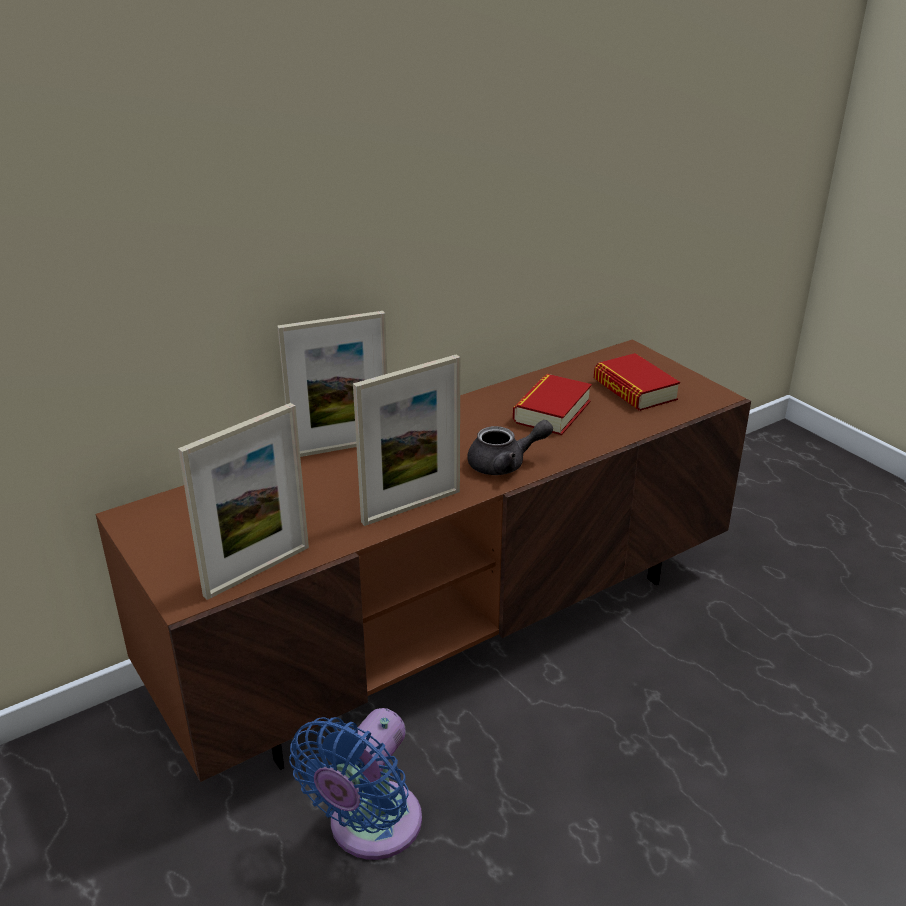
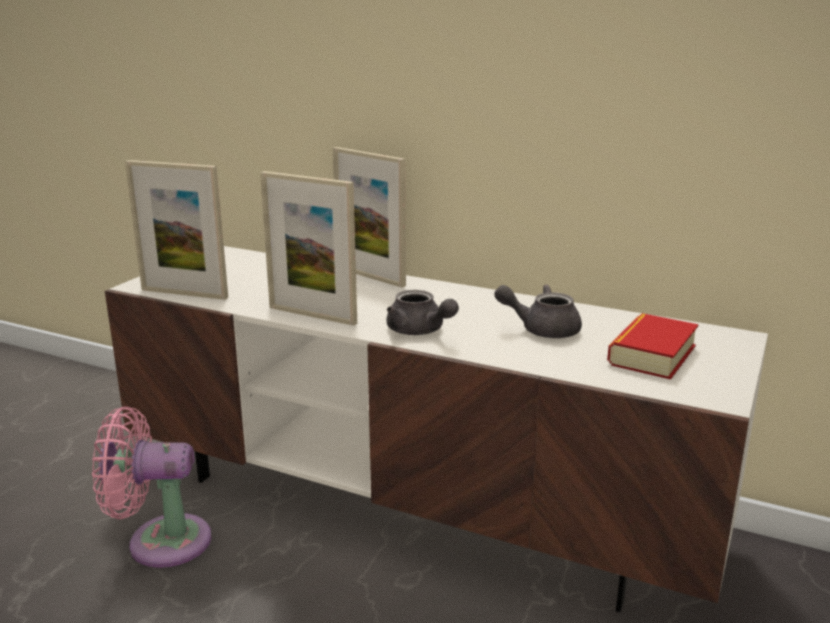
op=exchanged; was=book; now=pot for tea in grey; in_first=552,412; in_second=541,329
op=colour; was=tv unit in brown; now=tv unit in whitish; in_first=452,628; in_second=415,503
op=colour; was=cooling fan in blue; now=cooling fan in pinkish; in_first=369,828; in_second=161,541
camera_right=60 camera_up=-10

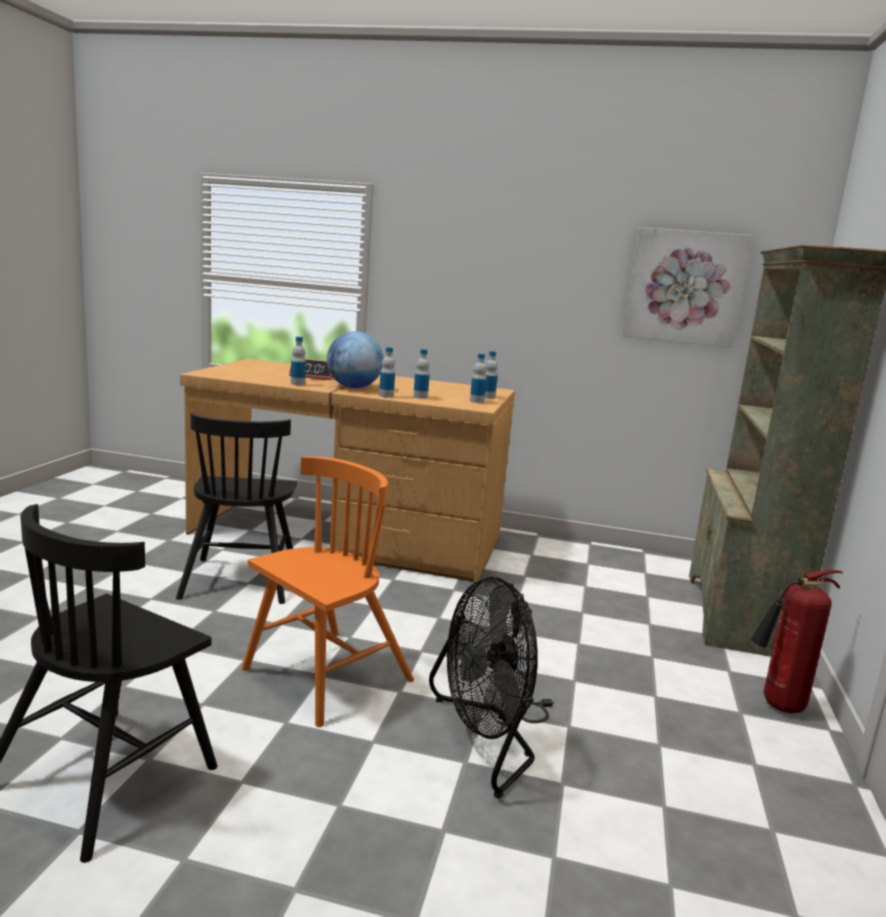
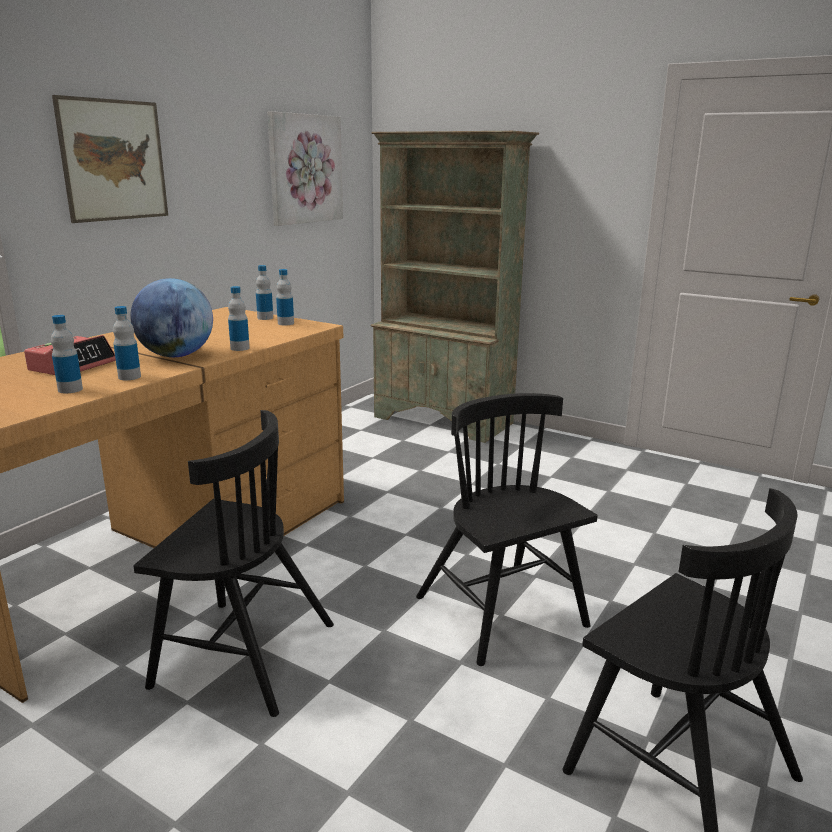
op=missing; was=cooling fan in black; in_first=492,735
op=missing; was=fire-fighting cylinder; in_first=778,707
op=appeared; now=wall art; in_second=114,160
op=relocated; was=drink bottle; in_first=420,397; in_second=70,389
op=colour; was=plain chair in orange-coloured; now=plain chair in black; in_first=320,678; in_second=506,615
camera_right=-70 camera_up=5

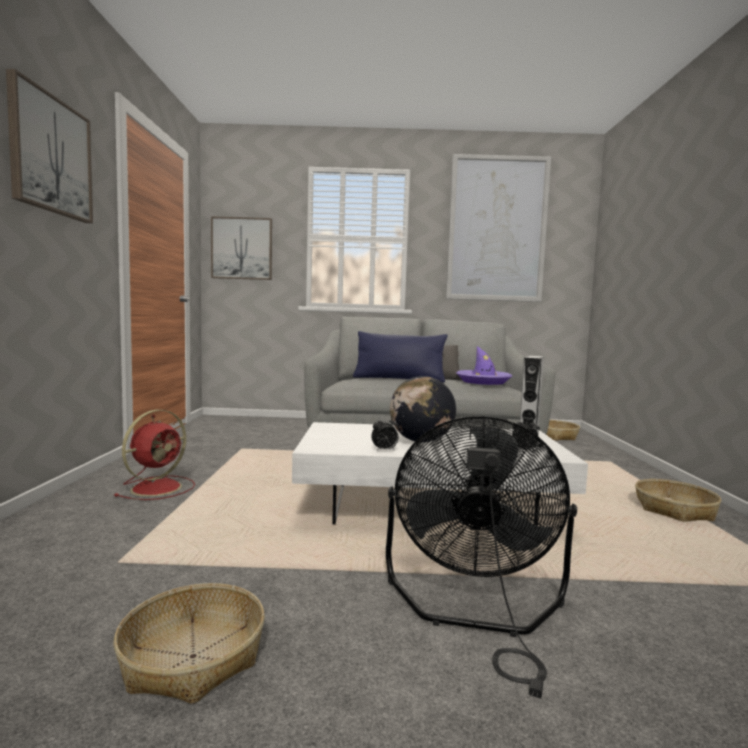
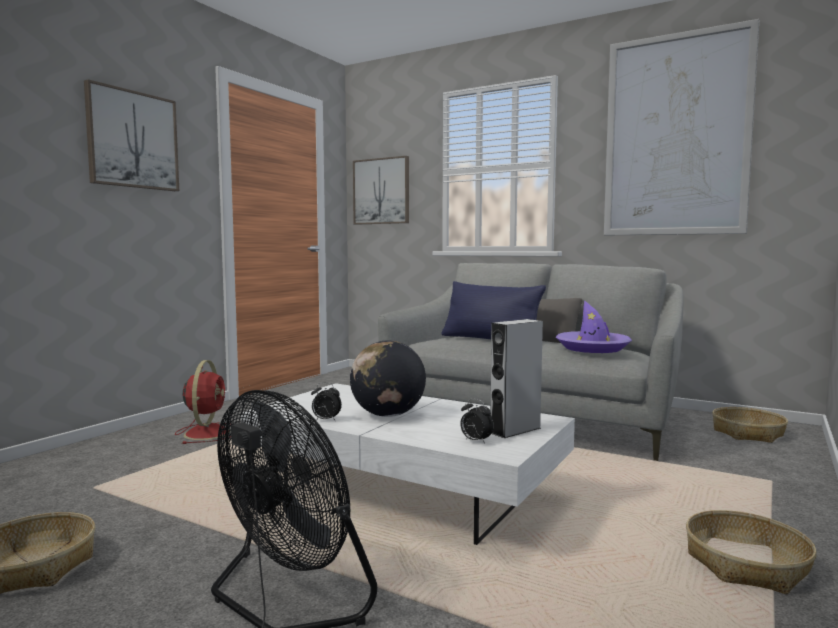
op=spun; was=cooling fan in reddish; in_first=158,487; in_second=208,432; clockwise=-60
camera_right=30 camera_up=0

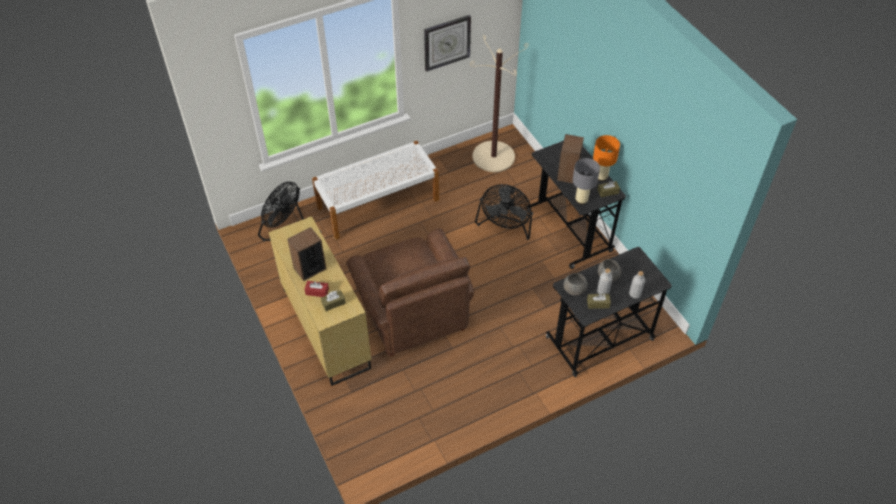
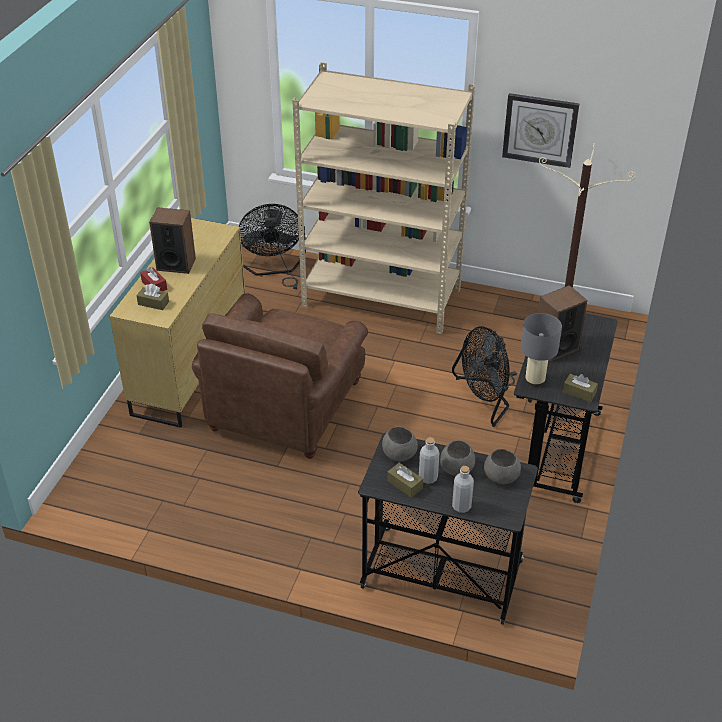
op=missing; was=table lamp in orange-coloured; in_first=601,177
op=appeared; now=bowl in grey; in_second=502,476
op=exchanged; was=bench in whitish; now=shelving unit in beige; in_first=378,203; in_second=381,297
camera_right=45 camera_up=-10

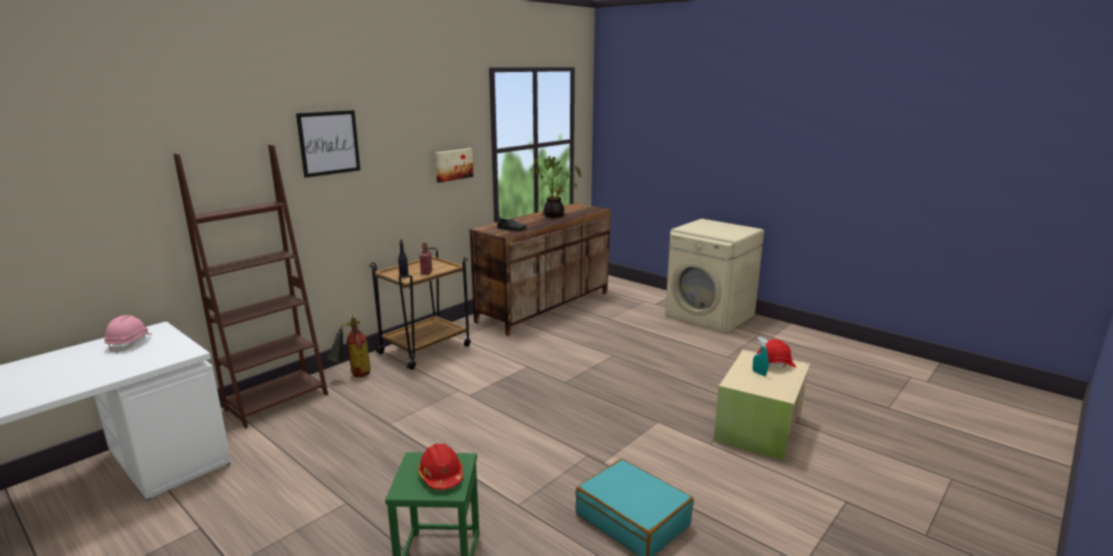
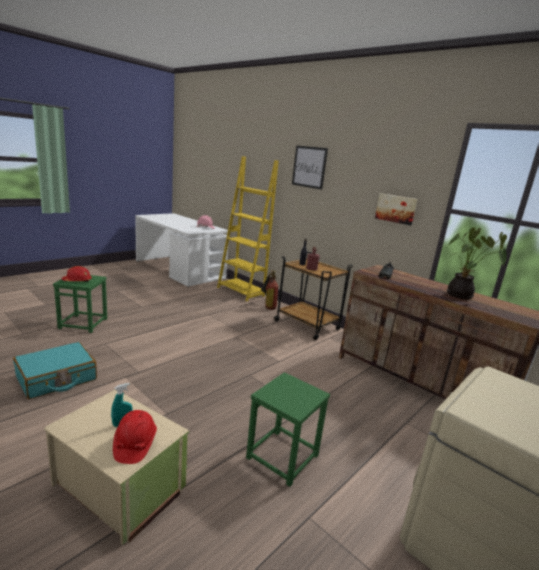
op=appeared; now=stool in greenish; in_second=283,457
op=colour; was=shelving unit in brown; now=shelving unit in yellow-coloured; in_first=277,402; in_second=240,292
camera_right=90 camera_up=0

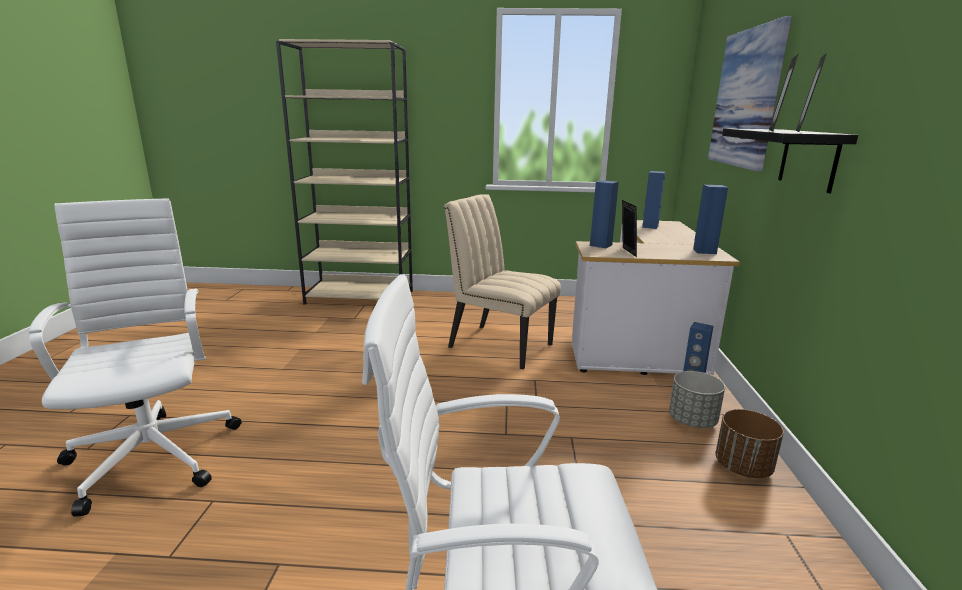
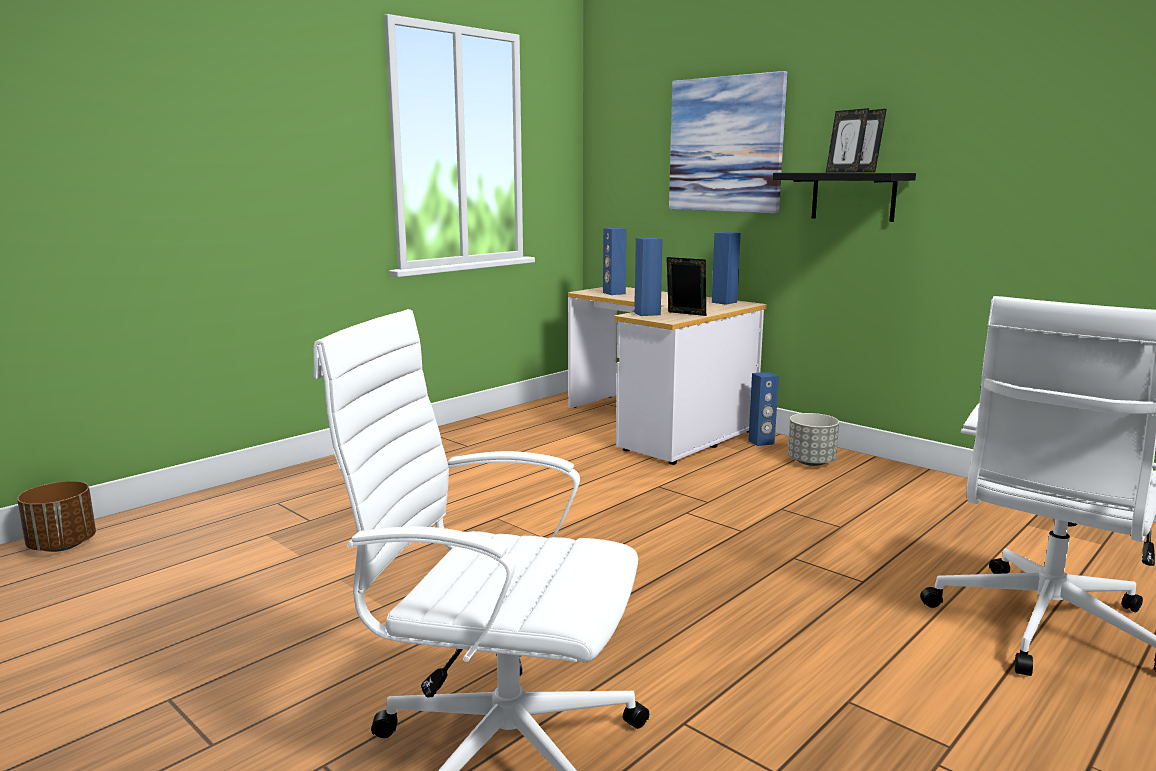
op=missing; was=shelving unit in beige; in_first=361,297
op=missing; was=plain chair in beige; in_first=501,346
op=relocated; was=flower pot in brown; in_first=743,467; in_second=63,546
camera_right=-50 camera_up=-5

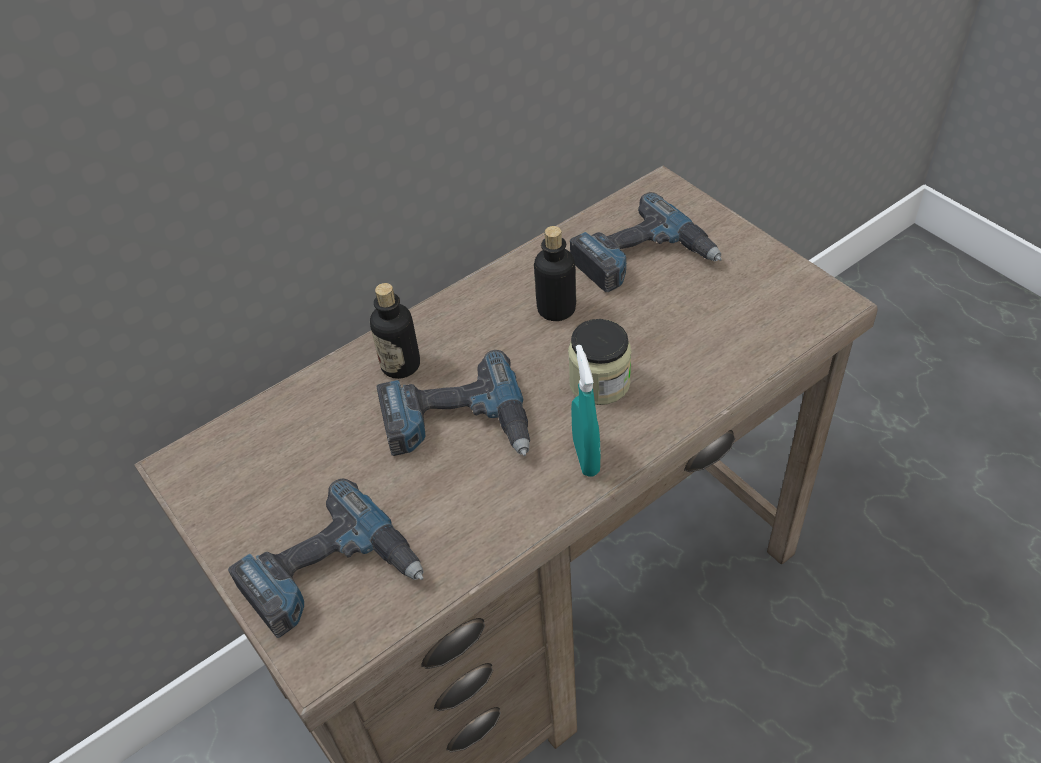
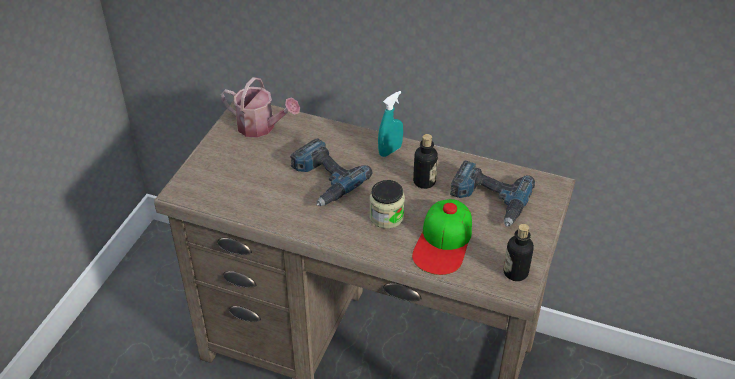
op=missing; was=power drill; in_first=331,575
op=appeared; now=watering can; in_second=261,127
op=appeared; now=peaked cap; in_second=443,242
op=relocated; was=drink bottle; in_first=400,365; in_second=515,272
op=relocated; was=hand sprayer in blue-green; in_first=586,457; in_second=390,151
camera_right=55 camera_up=-5

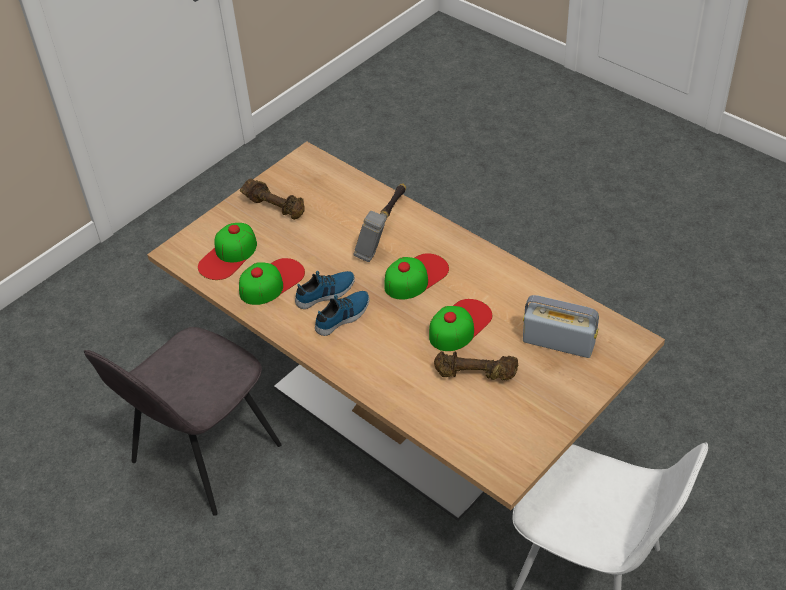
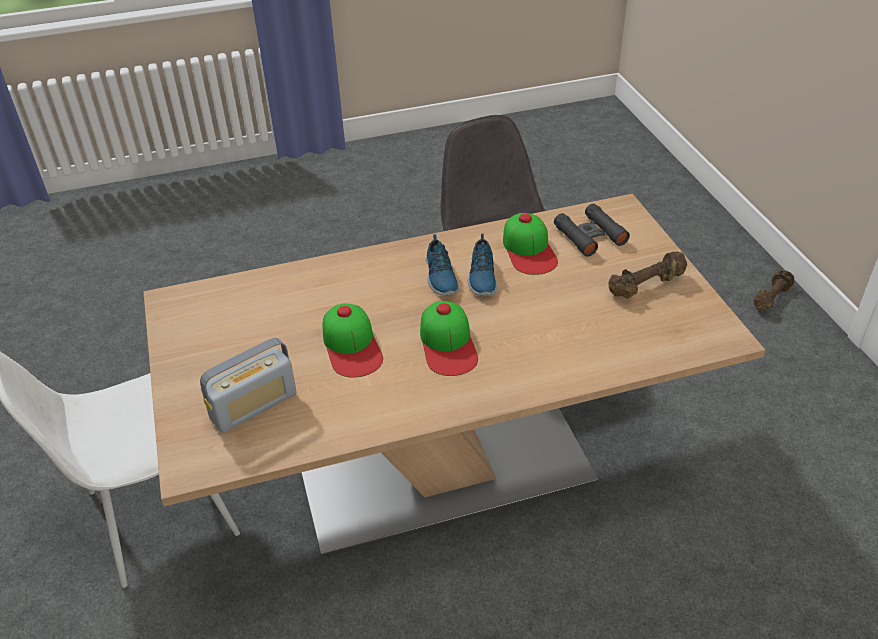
op=missing; was=hammer; in_first=384,231
op=relocated; was=dumbbell in brown; in_first=475,375; in_second=770,298
op=exchanged; was=peaked cap; now=binoculars in black; in_first=228,256; in_second=590,235
camera_right=120 camera_up=-5

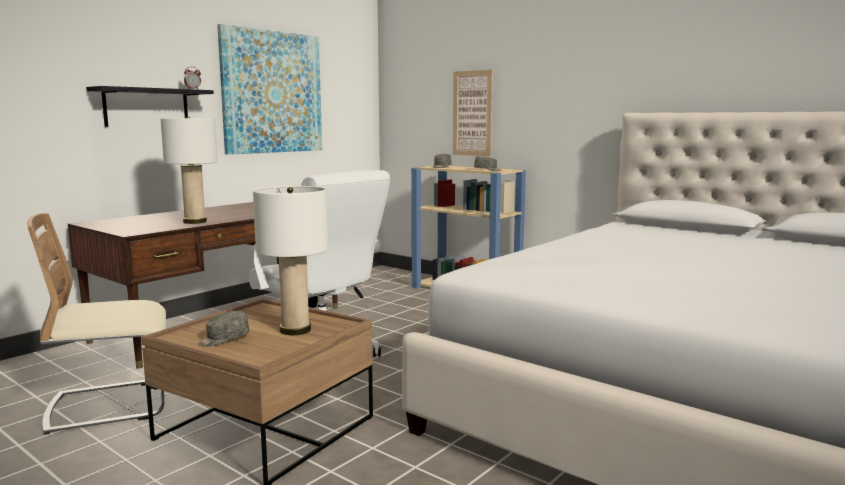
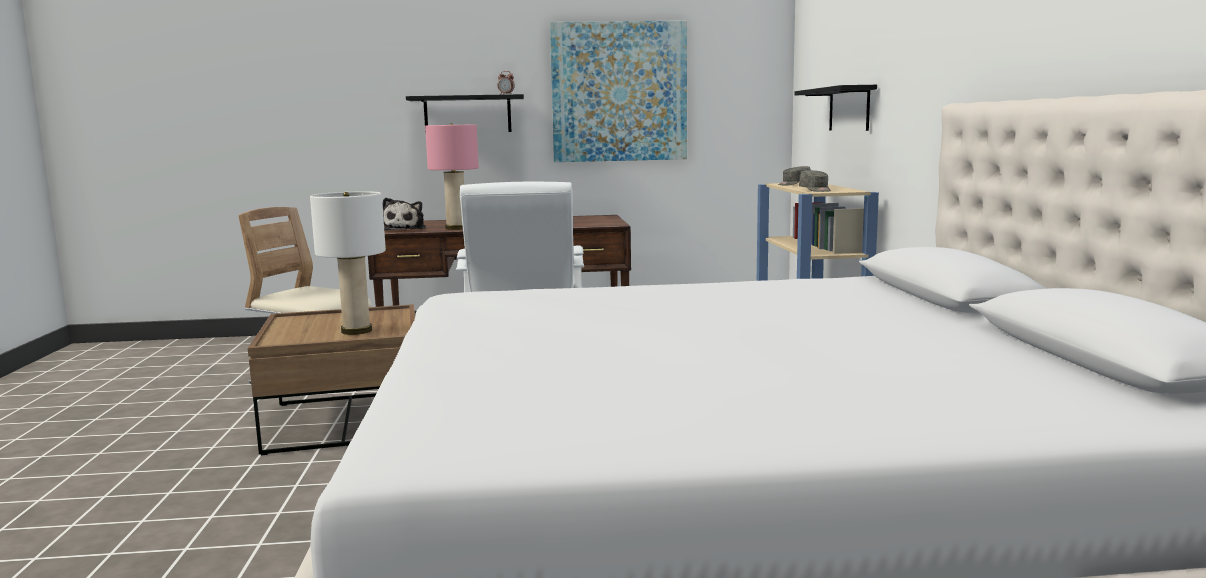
op=missing; was=peaked cap in grey; in_first=224,339
op=appeared; now=cuddly toy; in_second=406,229
op=exchanged; was=wall art; now=shelf in black; in_first=472,113; in_second=849,109
op=colour; was=table lamp in whitish; now=table lamp in pinkish; in_first=195,222; in_second=456,228
camera_right=45 camera_up=0

